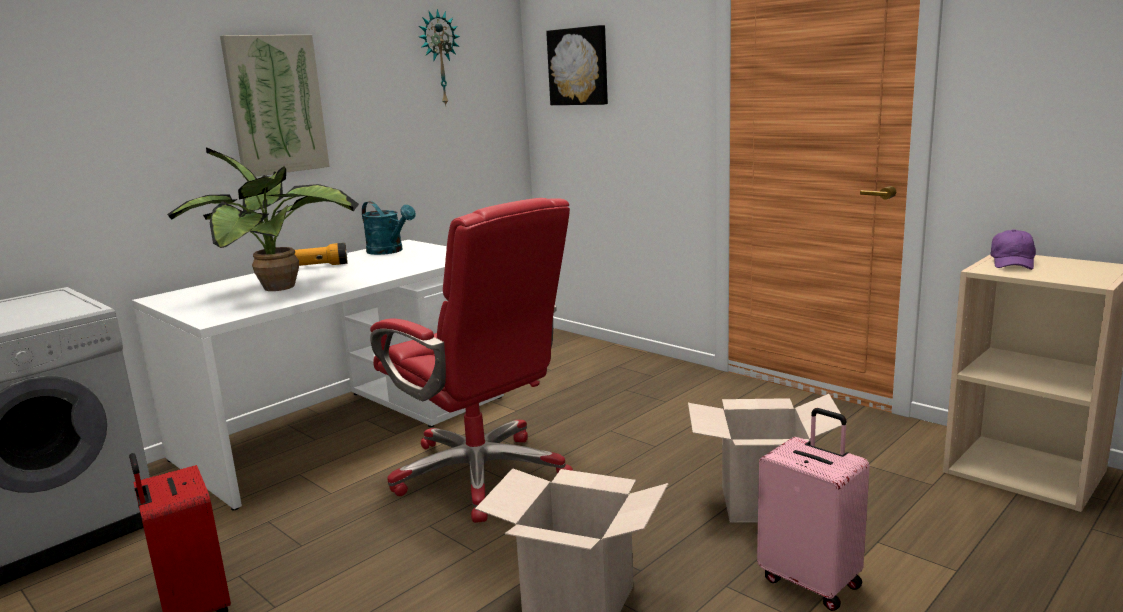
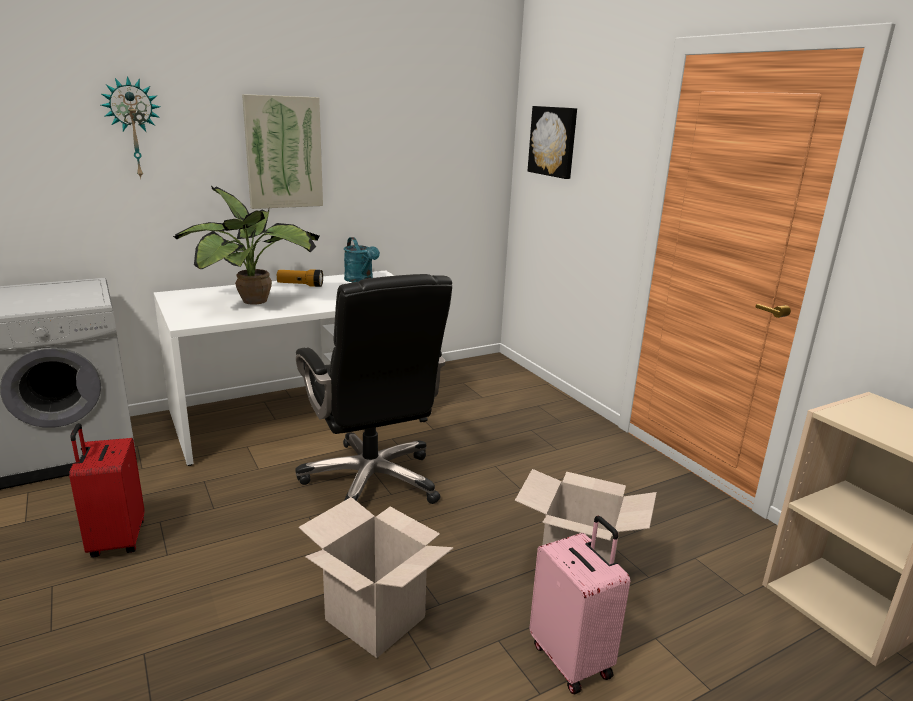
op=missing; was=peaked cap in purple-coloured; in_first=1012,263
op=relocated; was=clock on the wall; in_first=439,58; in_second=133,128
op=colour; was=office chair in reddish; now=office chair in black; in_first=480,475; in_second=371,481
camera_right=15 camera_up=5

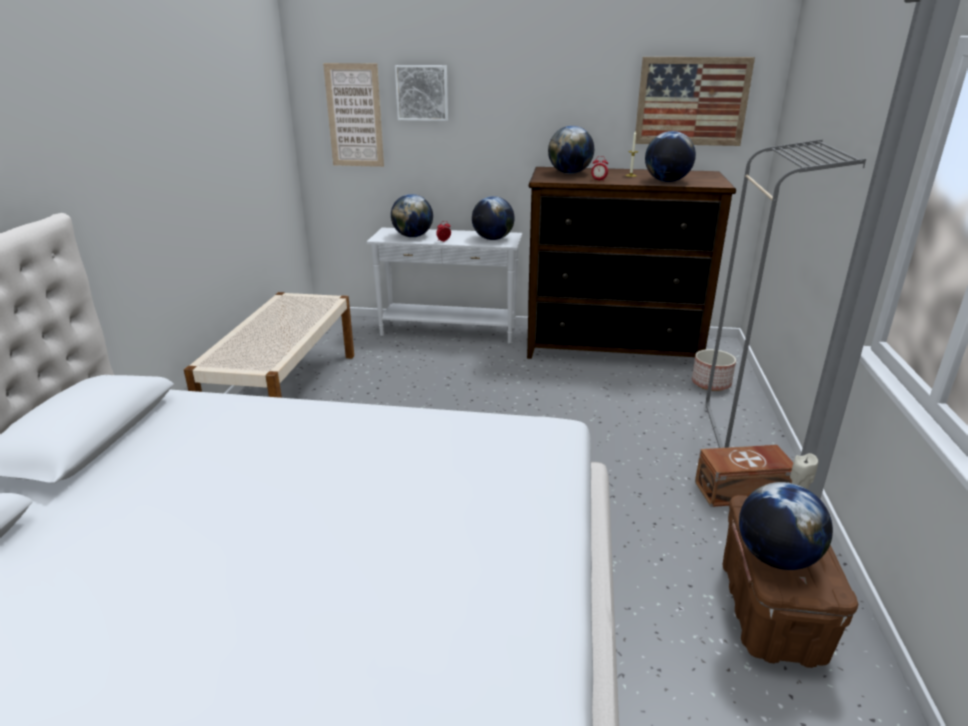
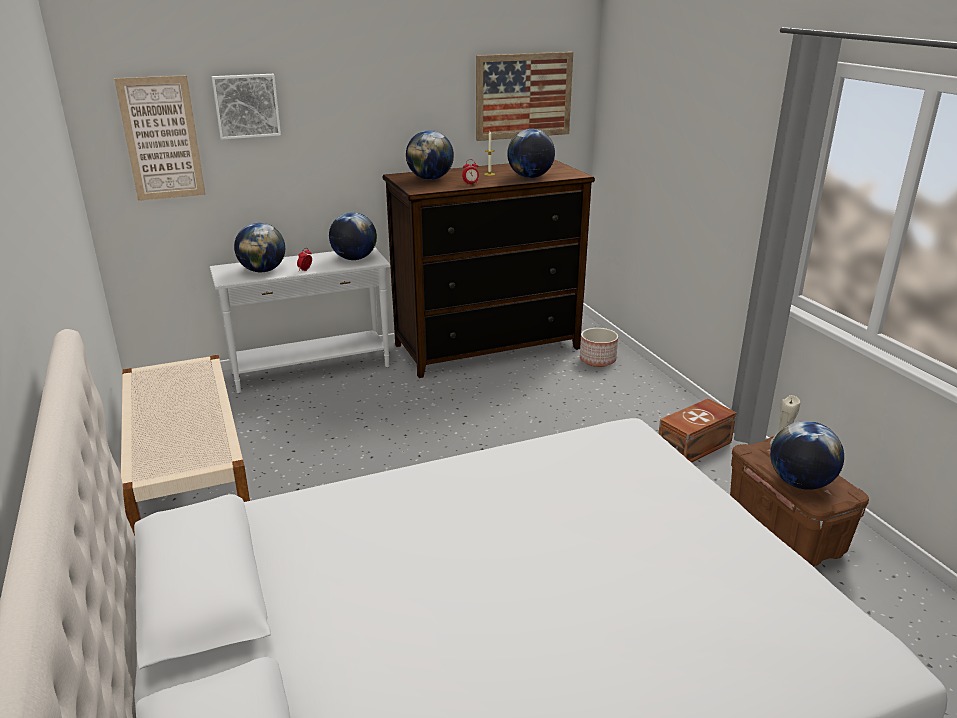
op=missing; was=garment stand in grey; in_first=744,432
camera_right=-30 camera_up=0

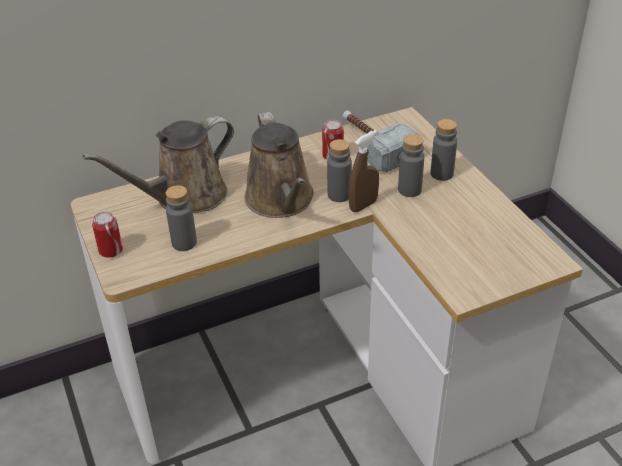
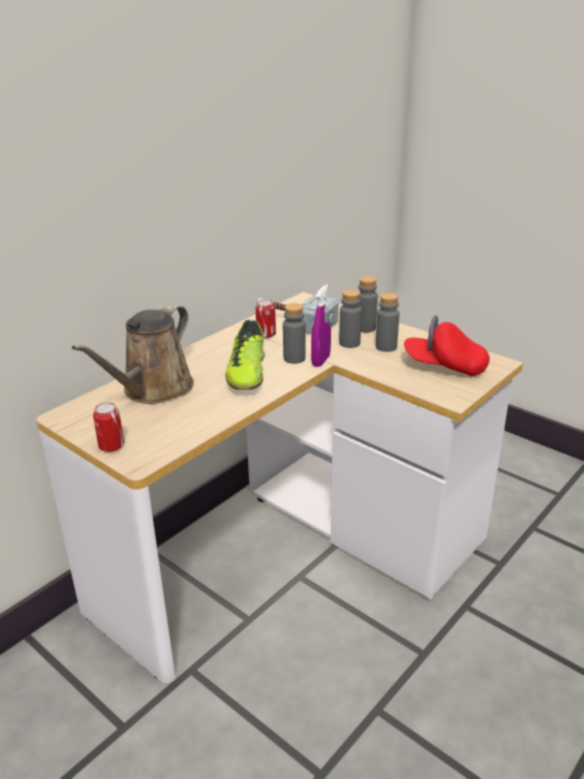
op=appeared; now=peaked cap in reddish; in_second=444,366
op=relocated; was=drink bottle in grey; in_first=184,243; in_second=386,347
op=exchanged; was=watering can in brown; now=shoe; in_first=281,201; in_second=247,373
op=colour; was=hand sprayer in brown; now=hand sprayer in purple-coloured; in_first=363,205; in_second=321,361
camera_right=-25 camera_up=-10

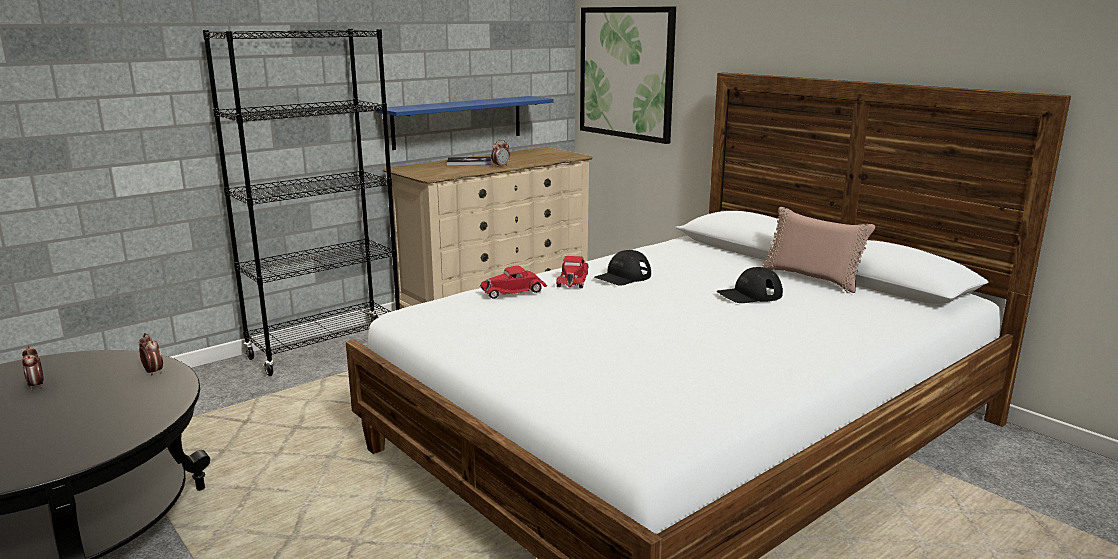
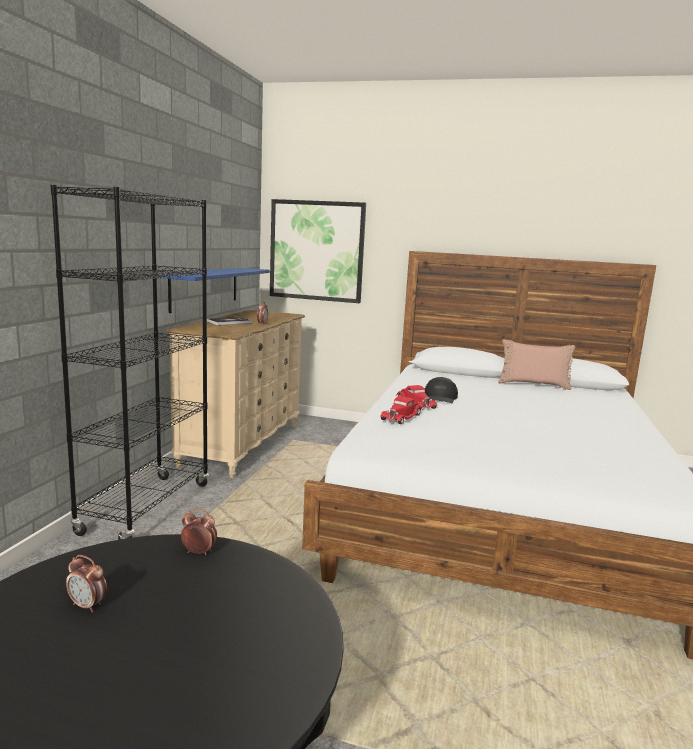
op=missing; was=peaked cap in black; in_first=749,295
camera_right=-35 camera_up=-5

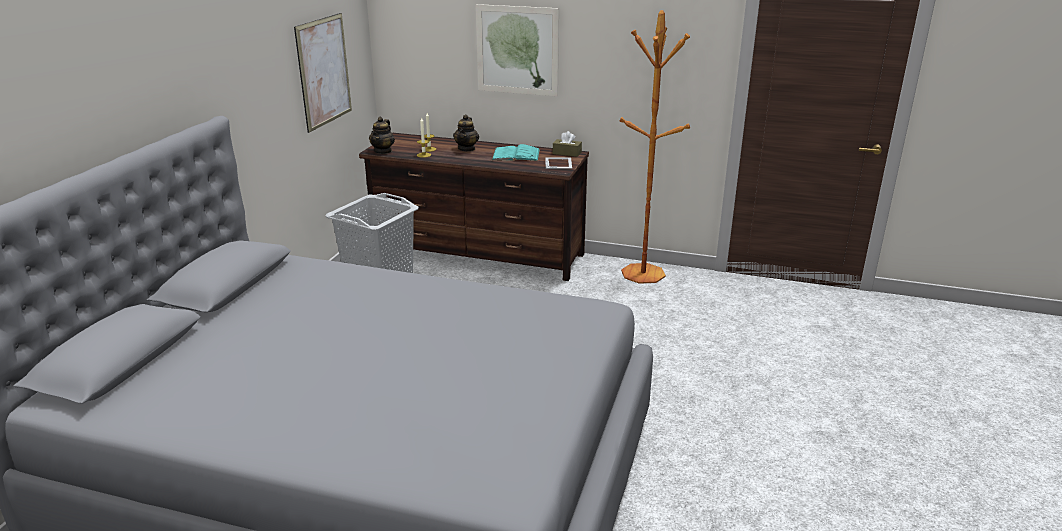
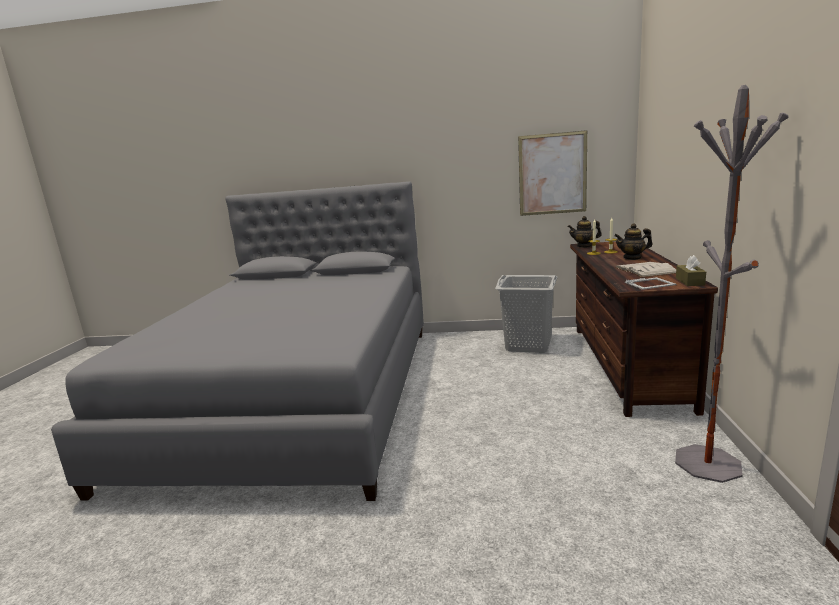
op=missing; was=wall art; in_first=517,50
op=colour; was=book in blue-green; now=book in whitish; in_first=516,155; in_second=646,270
op=colour; was=garment stand in orange-coloured; now=garment stand in grey; in_first=643,273; in_second=708,463
camera_right=80 camera_up=-10

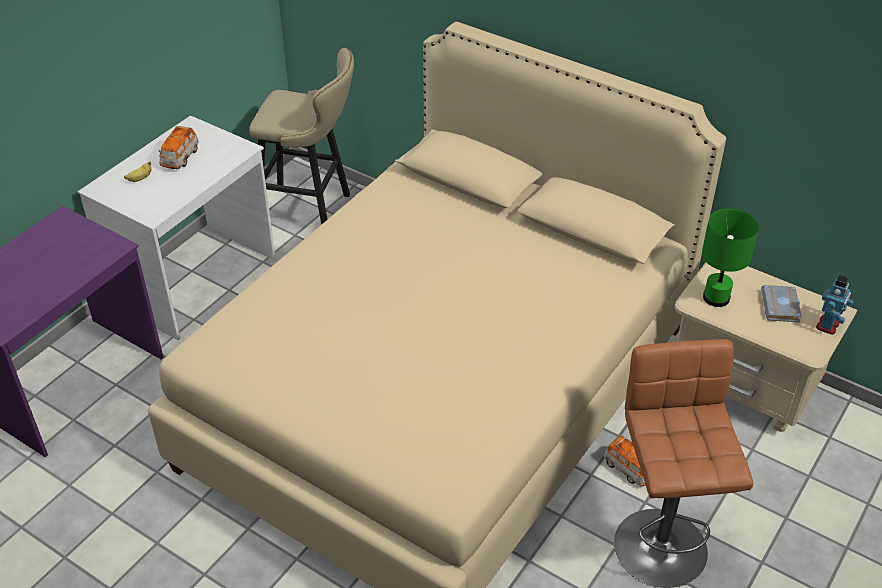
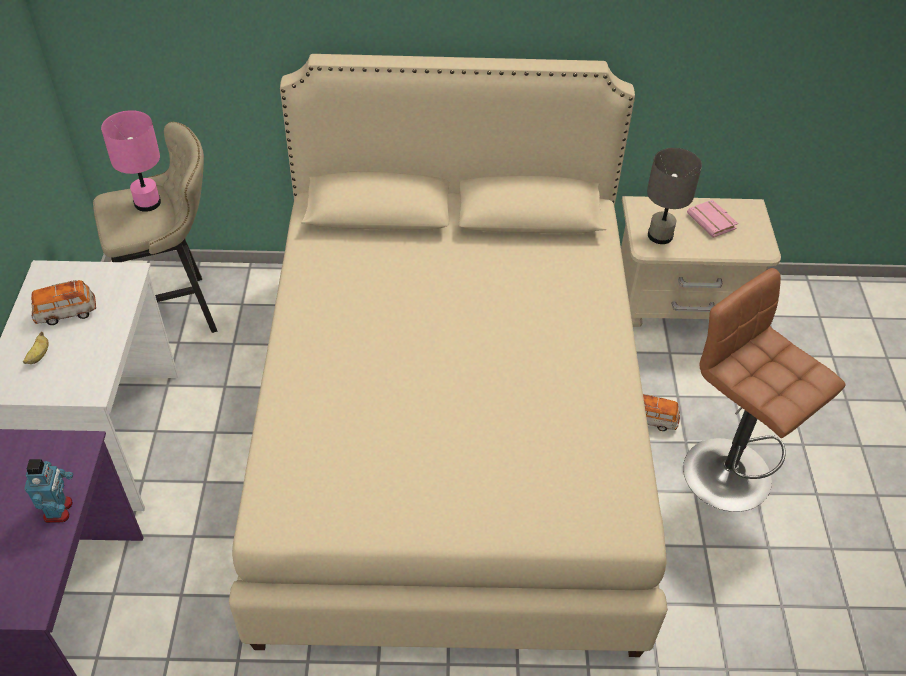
op=appeared; now=table lamp in pinkish; in_second=148,202
op=relocated; was=robot figure; in_first=828,326; in_second=59,510
op=colour; was=table lamp in greenish; now=table lamp in grey; in_first=716,298; in_second=660,235
op=colour; was=book in grey; now=book in pinkish; in_first=781,307; in_second=713,221
op=spun; was=model car; in_first=180,158; in_second=66,313; clockwise=90
camera_right=-35 camera_up=5

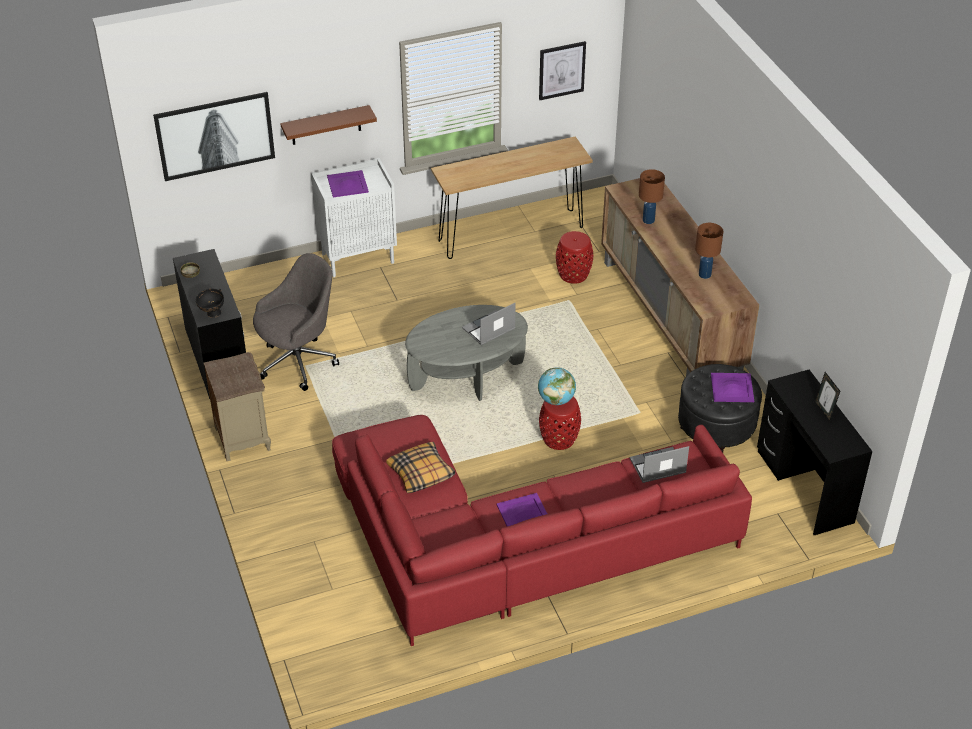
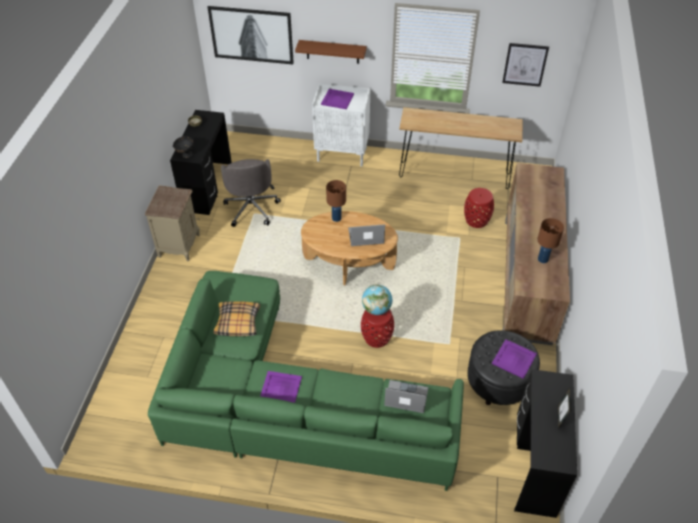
op=relocated; was=table lamp in brown; in_first=648,220; in_second=336,218
op=colour; was=sofa in reddish; now=sofa in greenish; in_first=518,544; in_second=288,404
op=colour; was=lounge table in grey; now=lounge table in brown; in_first=467,377; in_second=349,264
op=spun; was=office chair in grey; in_first=298,362; in_second=251,209; clockwise=90
camera_right=30 camera_up=5

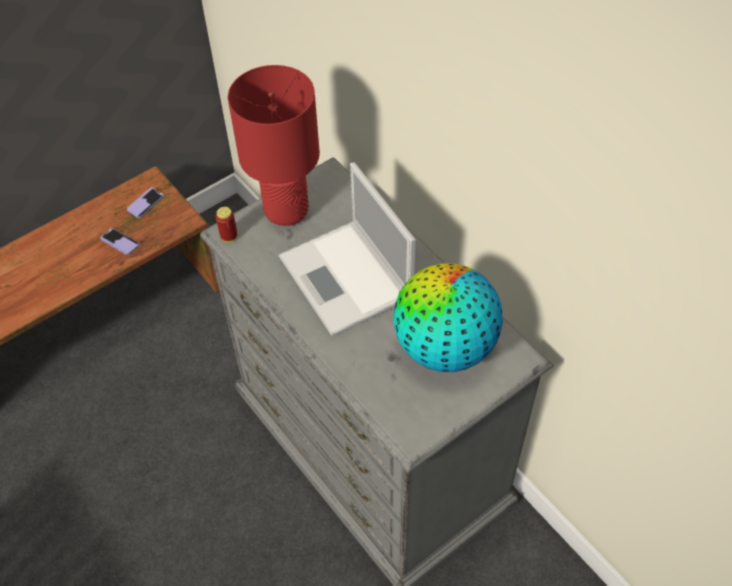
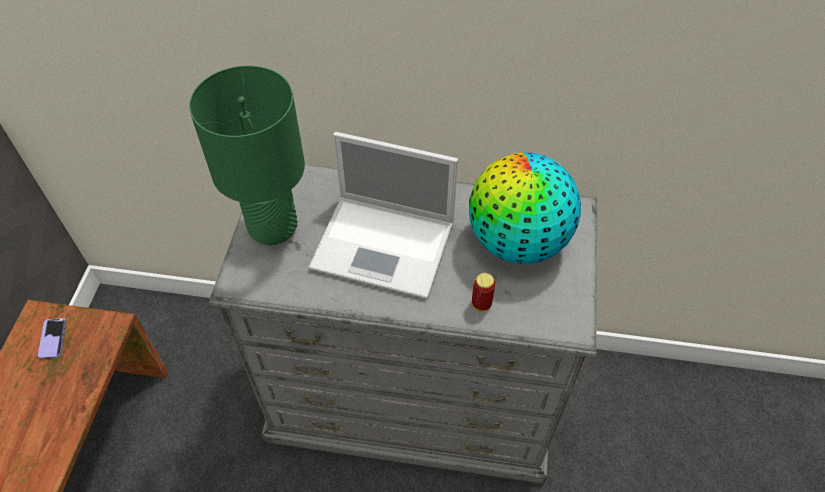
op=missing; was=handset; in_first=120,242
op=relocated; was=sealed can; in_first=229,237; in_second=481,304
op=colour; was=table lamp in reddish; now=table lamp in greenish; in_first=286,213; in_second=273,229
camera_right=-45 camera_up=0

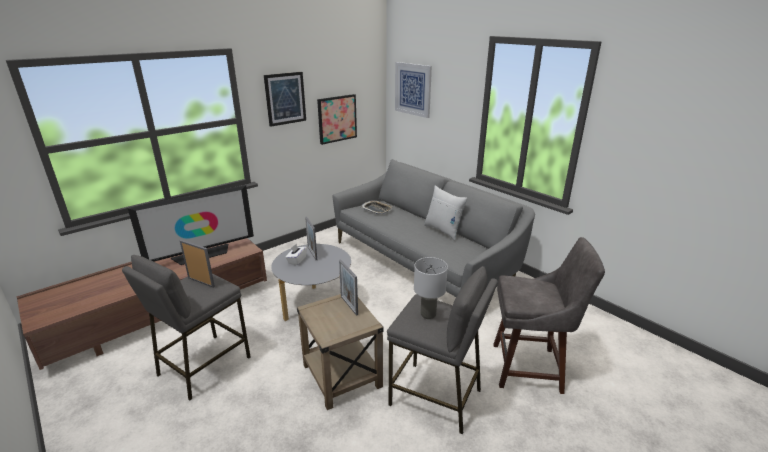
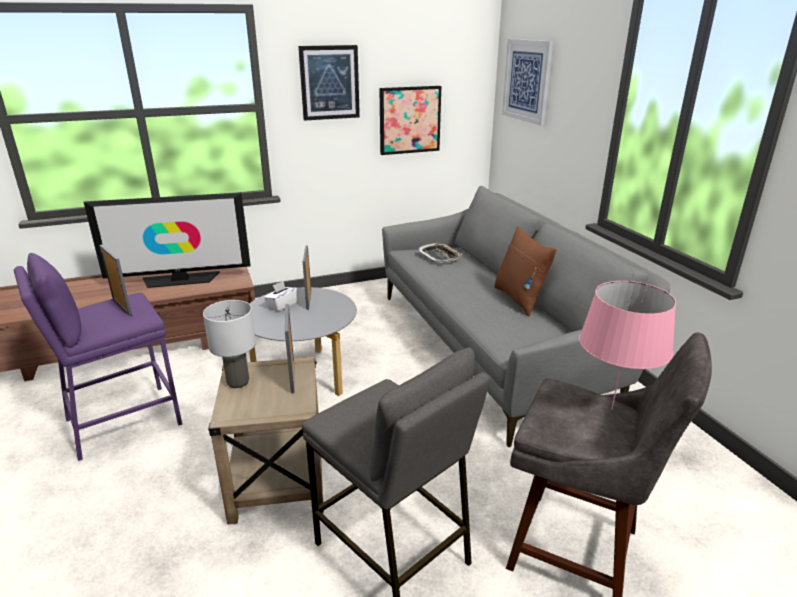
op=appeared; now=table lamp in pinkish; in_second=611,409
op=relocated; was=table lamp in whitish; in_first=427,315; in_second=236,383
op=colour; was=stool in grey; now=stool in purple-coloured; in_first=203,365; in_second=122,421
op=colour; was=cushion in grey; now=cushion in brown; in_first=443,231; in_second=519,300
camera_right=20 camera_up=0

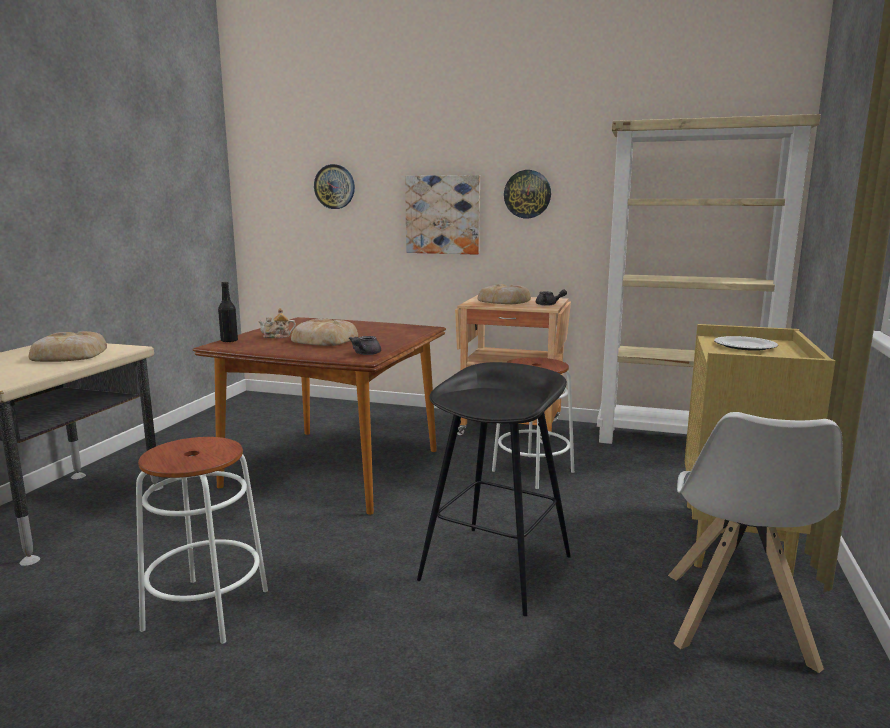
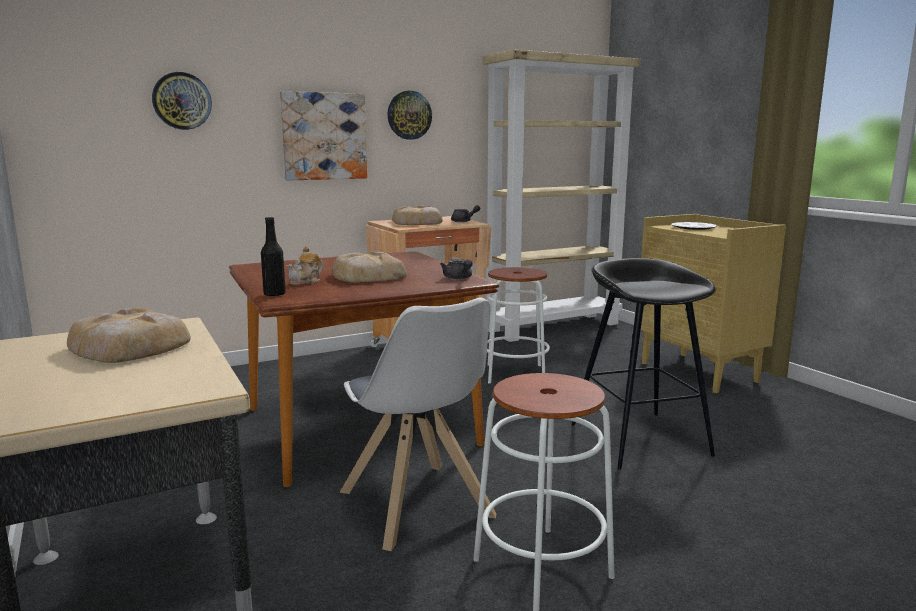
op=relocated; was=plain chair; in_first=737,621; in_second=417,506
camera_right=-45 camera_up=0

